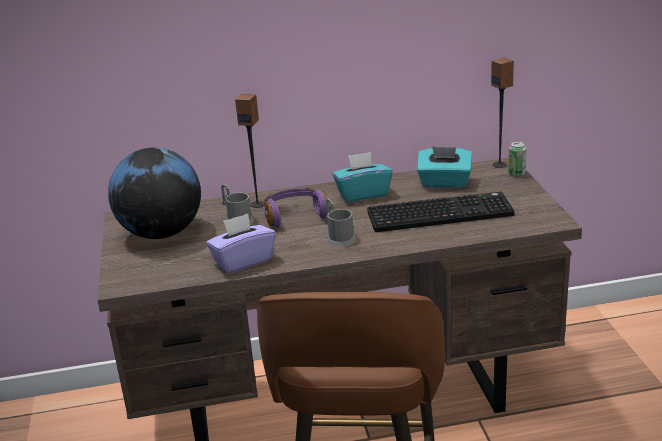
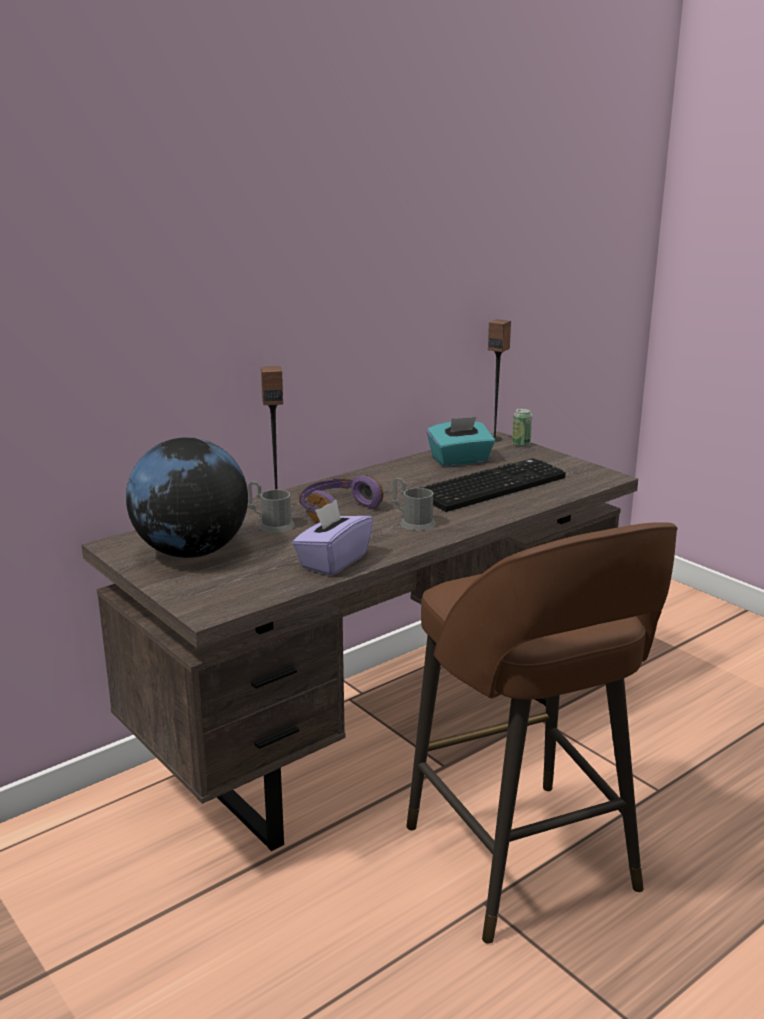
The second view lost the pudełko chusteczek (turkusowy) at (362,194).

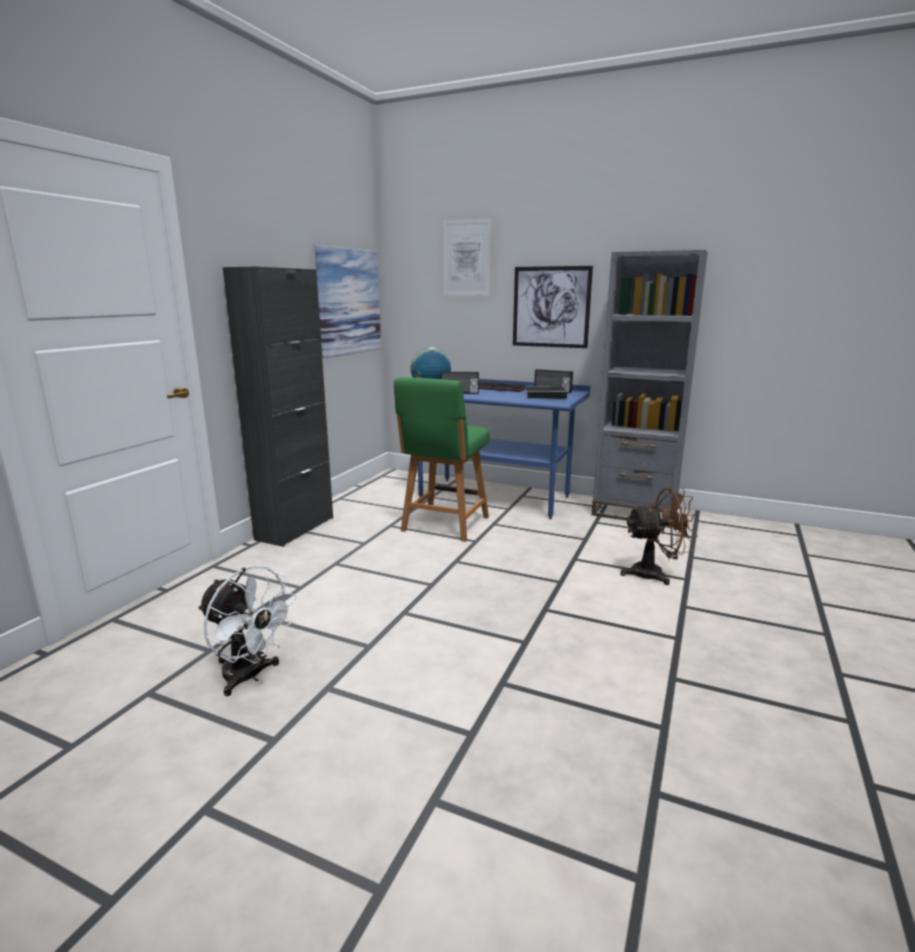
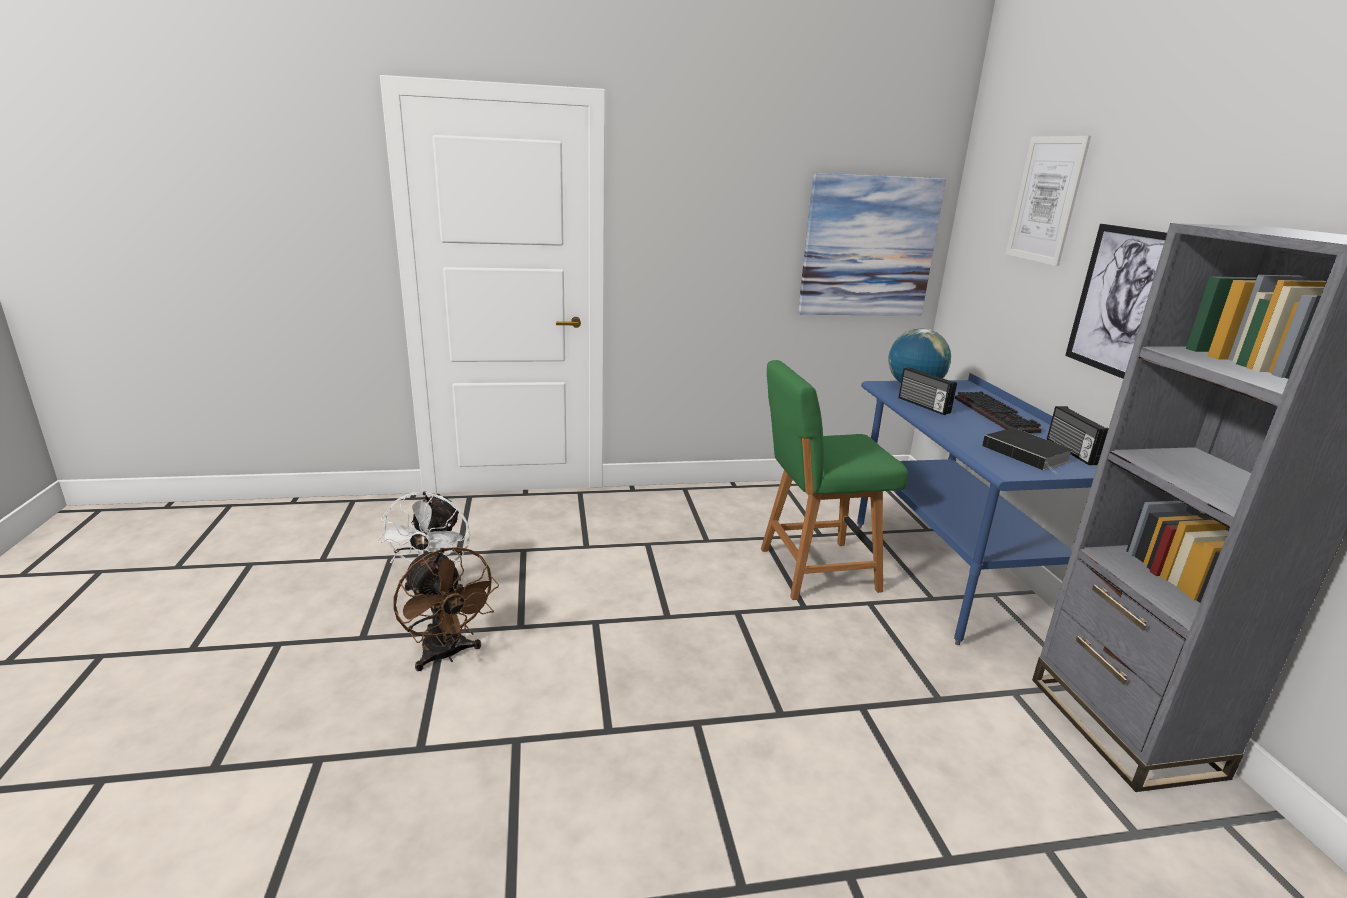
The second view lost the szafka (czarny) at (295,528).
The wentylator (brązowy) ended up elsewhere, having gone from (655,574) to (447,655).

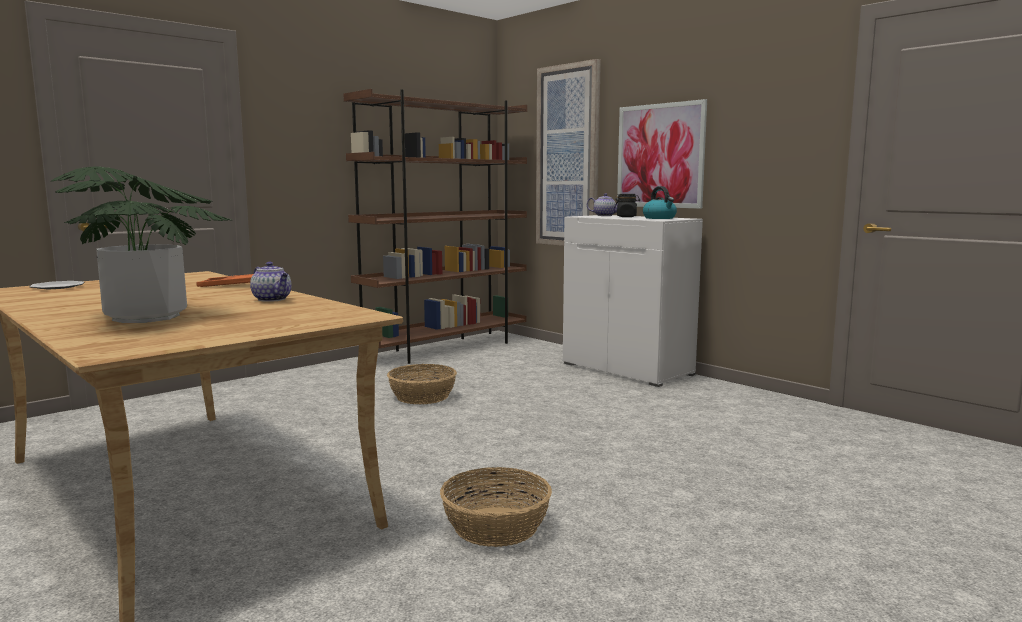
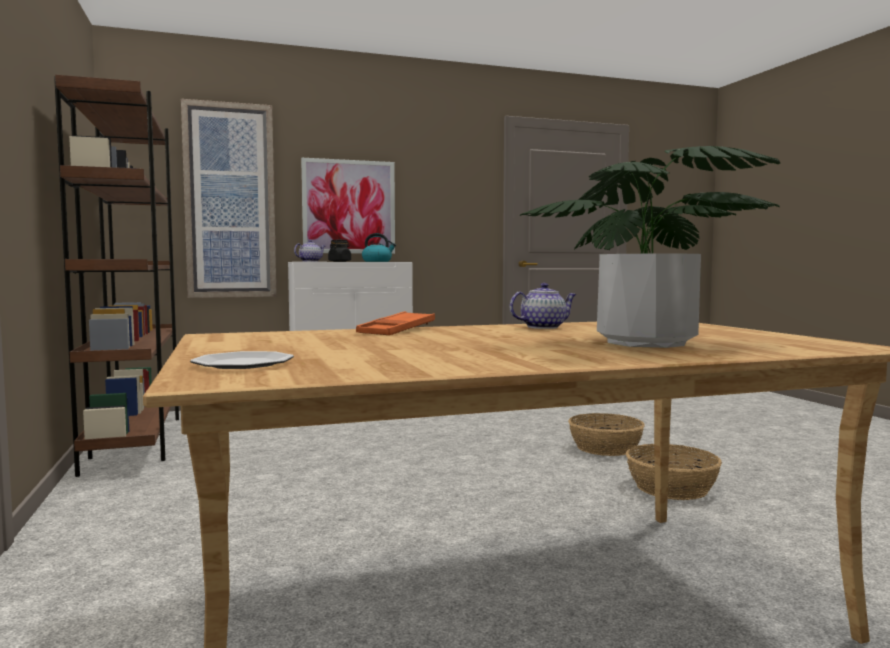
The koszyk ended up elsewhere, having gone from (422,396) to (604,448).

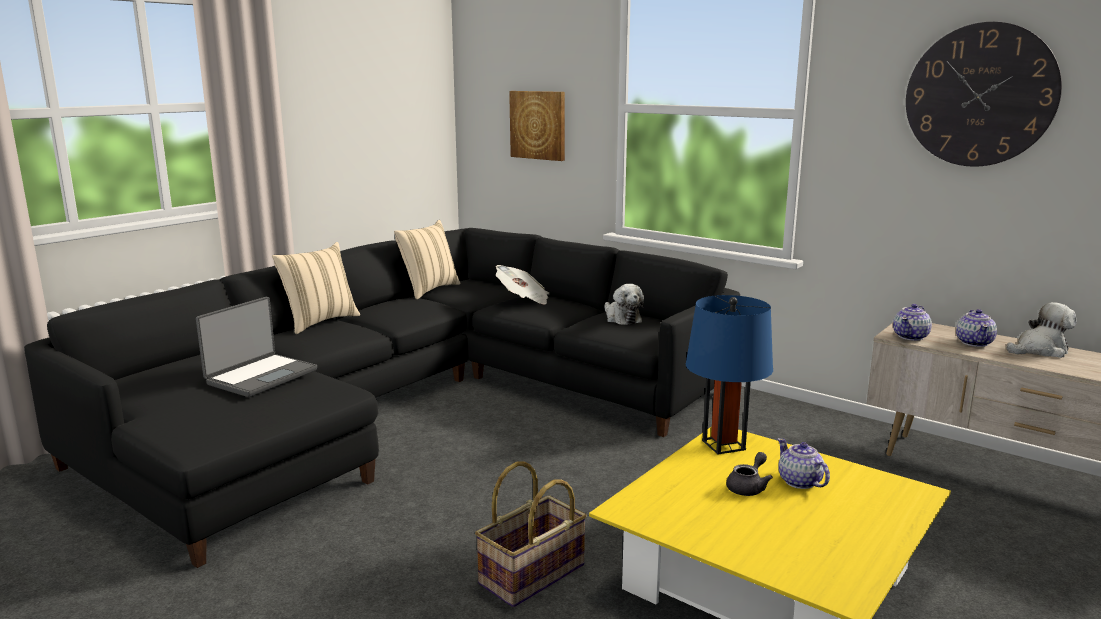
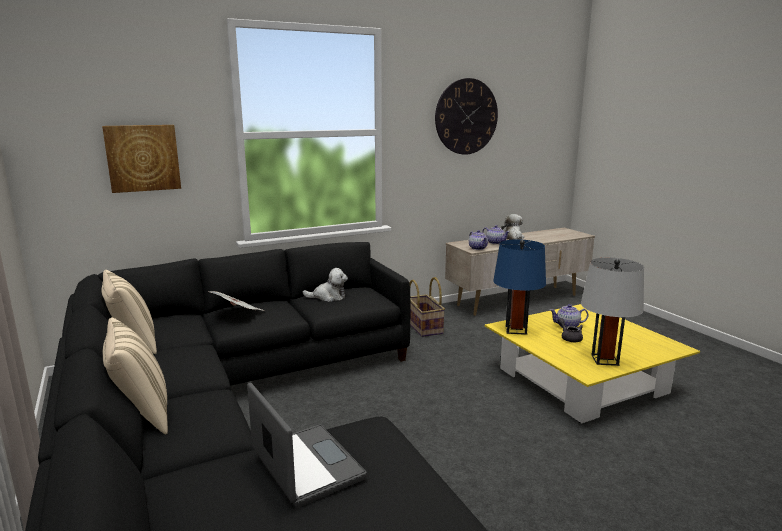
The second view gained the lampa stołowa (szary) at (604,360).
The koszyk ended up elsewhere, having gone from (533,576) to (424,327).

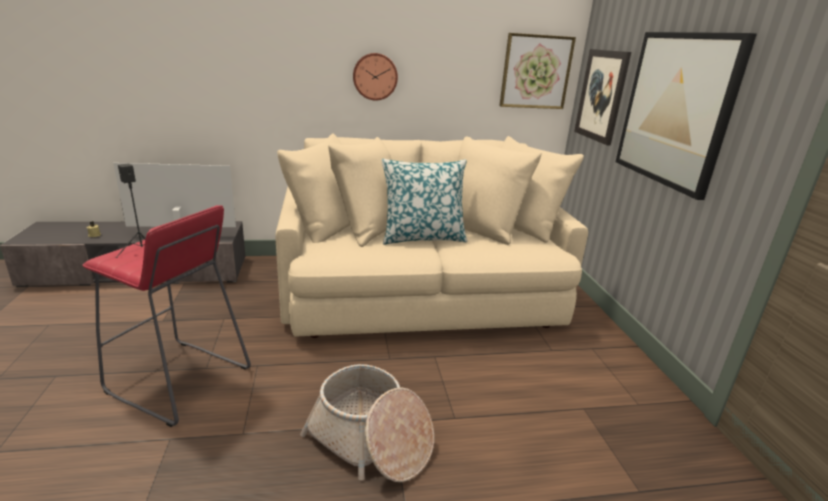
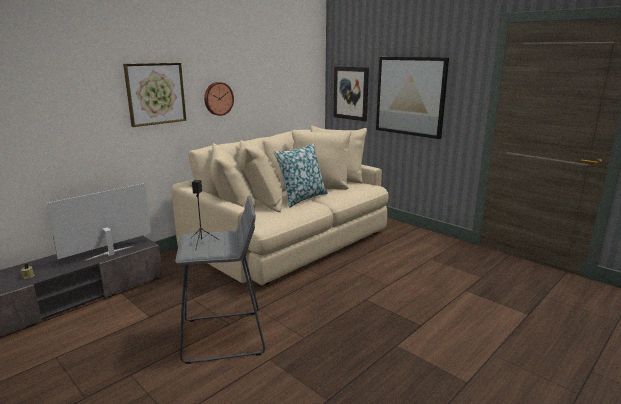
The second view lost the koszyk at (370,440).
The obraz ended up elsewhere, having gone from (536,72) to (155,94).
What was the stołek (czerwony) at (178,381) turned into the stołek (szary) at (224,336).

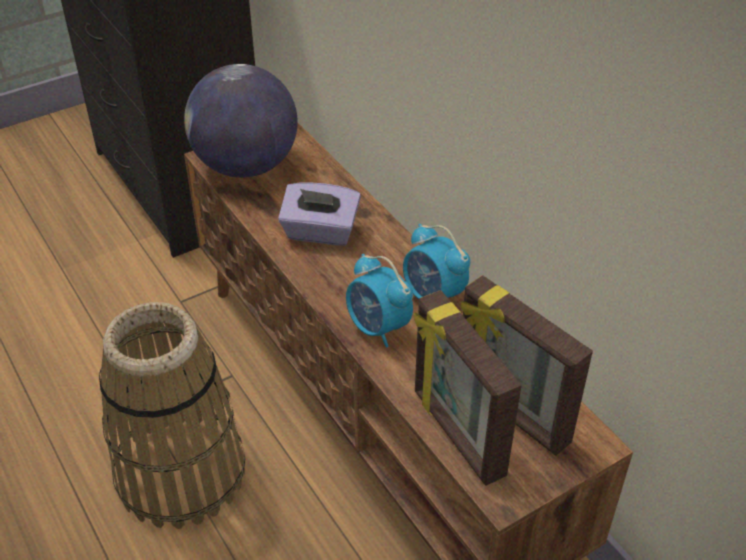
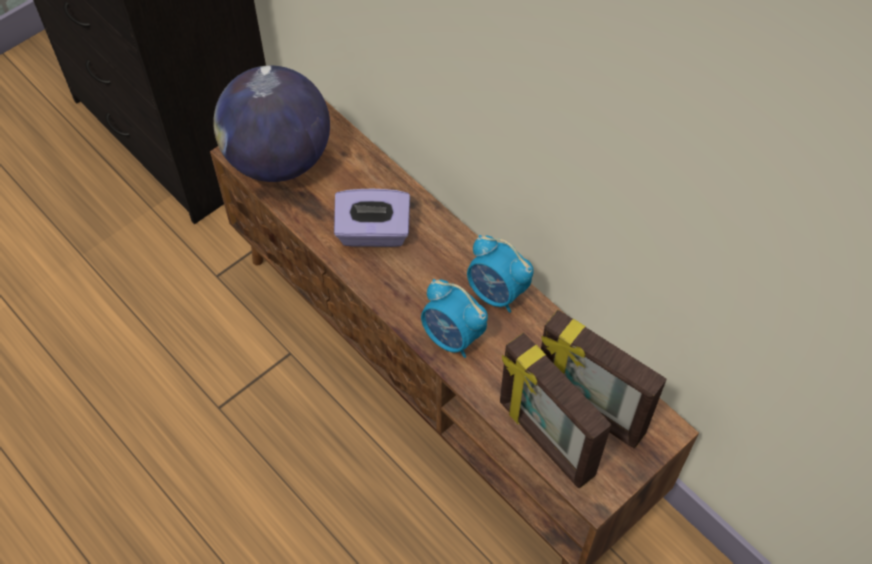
The second view lost the koszyk at (182,473).

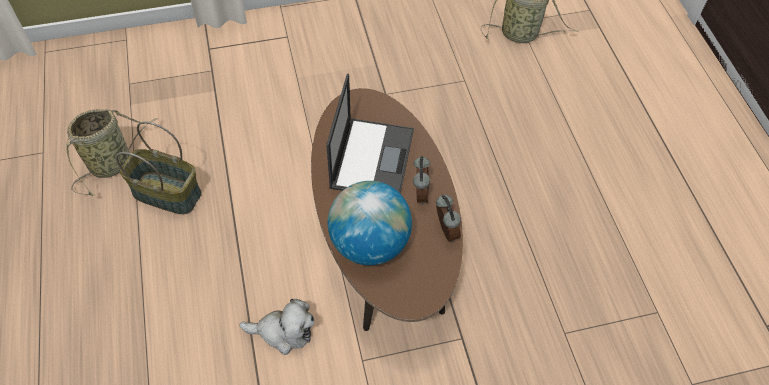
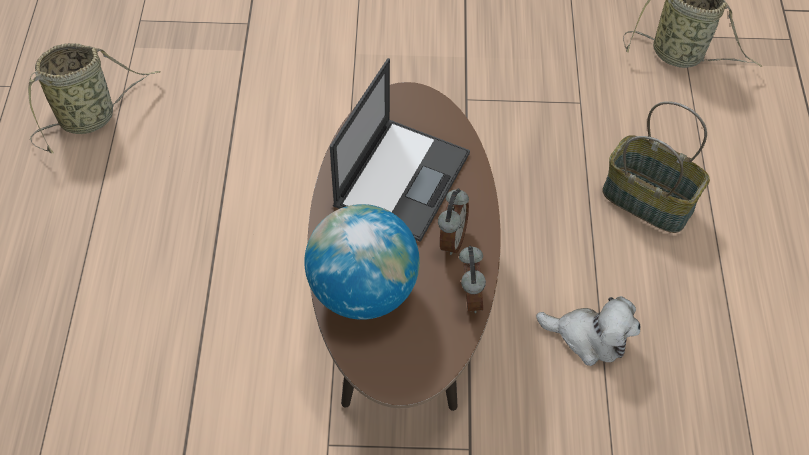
The koszyk ended up elsewhere, having gone from (168,193) to (649,200).
The pluszak ended up elsewhere, having gone from (283,332) to (589,337).

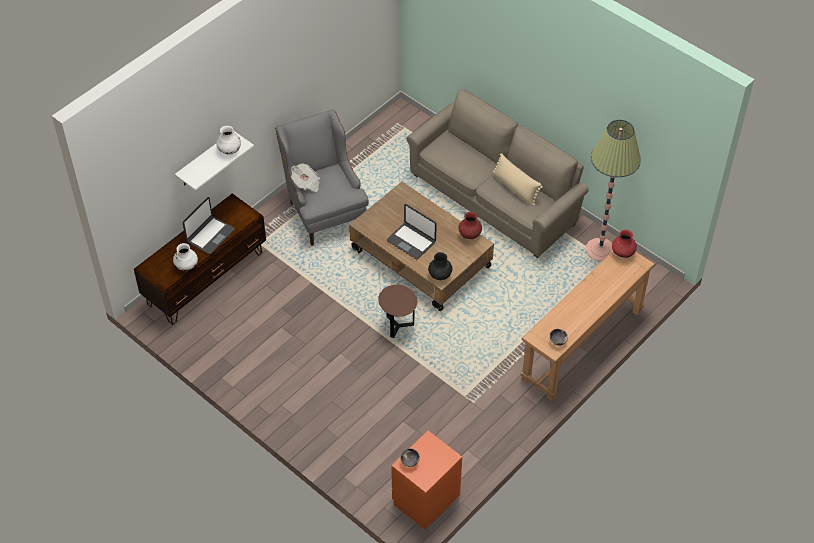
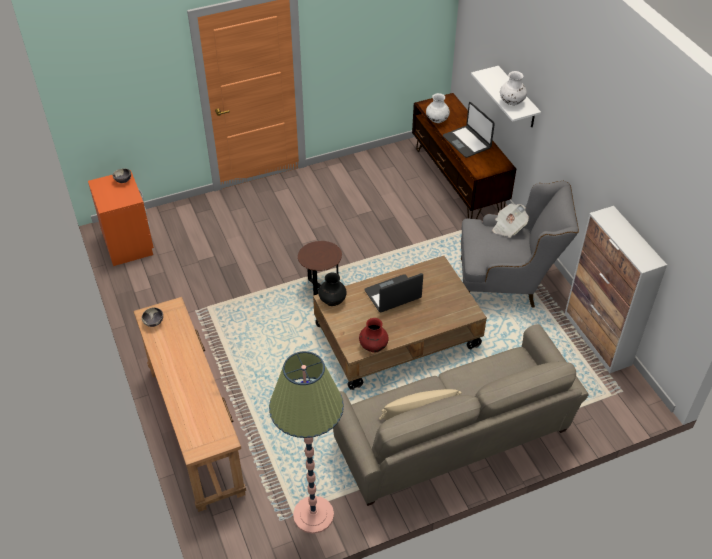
The second view lost the wazon (czerwony) at (623,253).
The second view gained the szafka at (597,339).

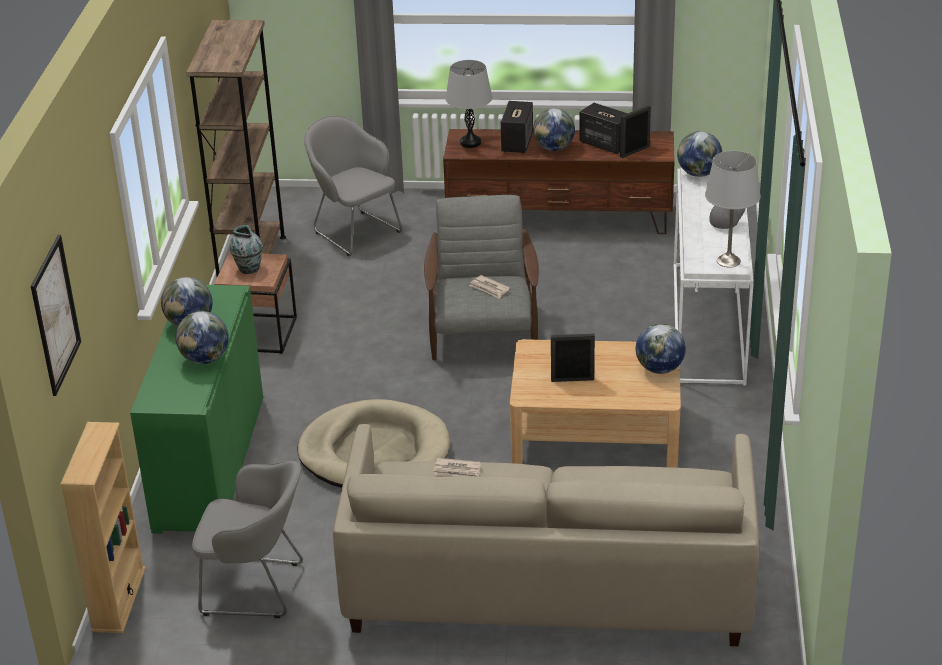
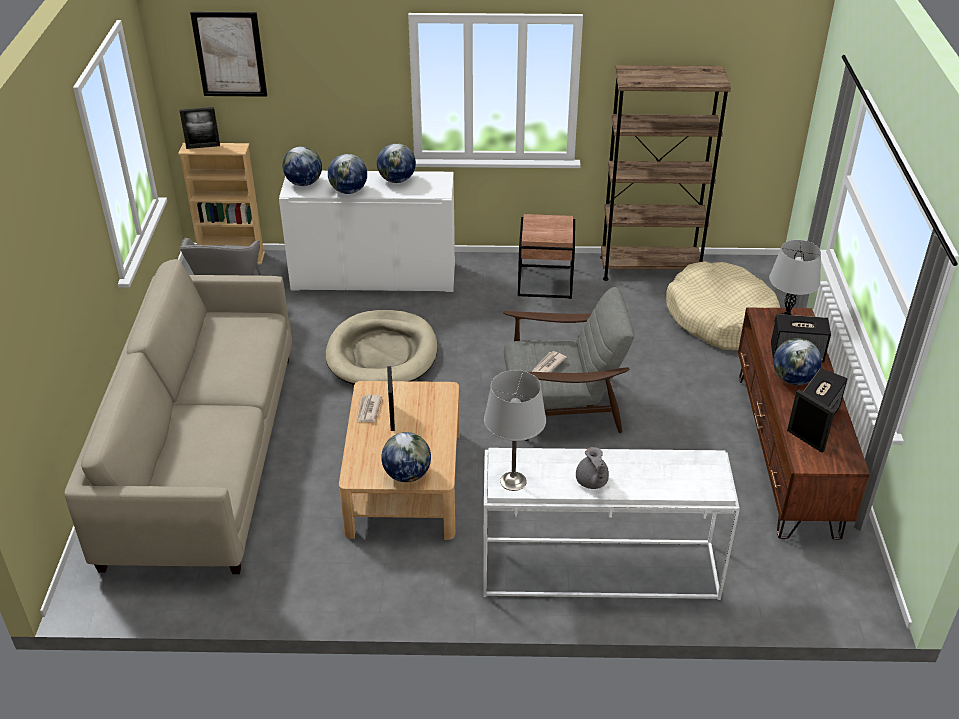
The second view lost the wazon at (248,268).
The second view gained the ramka na zdjęcie at (203,146).
The gazeta ended up elsewhere, having gone from (457,470) to (368,410).
The globus ended up elsewhere, having gone from (698,173) to (304,183).
Where the fotel (szary) stood at (354,231), the legowisko (beżowy) came to stand at (720,318).
What was the szafka (zielony) at (210,463) turned into the szafka (biały) at (374,277).

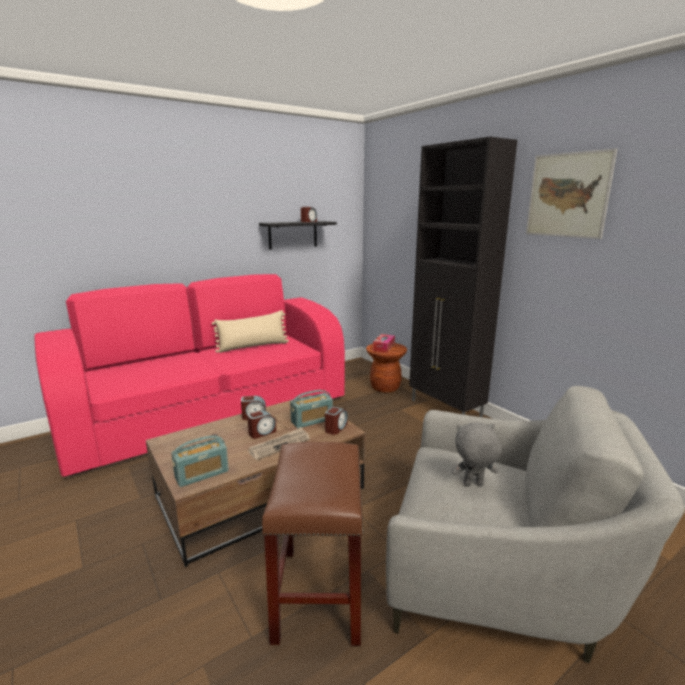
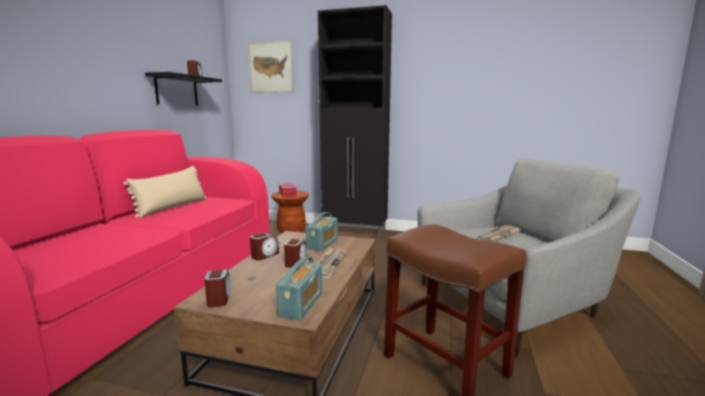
The budzik ended up elsewhere, having gone from (336,428) to (219,298).
The obraz ended up elsewhere, having gone from (567,195) to (270,67).
Where the pluszak (szary) stood at (473,484), the gazeta came to stand at (500,235).

